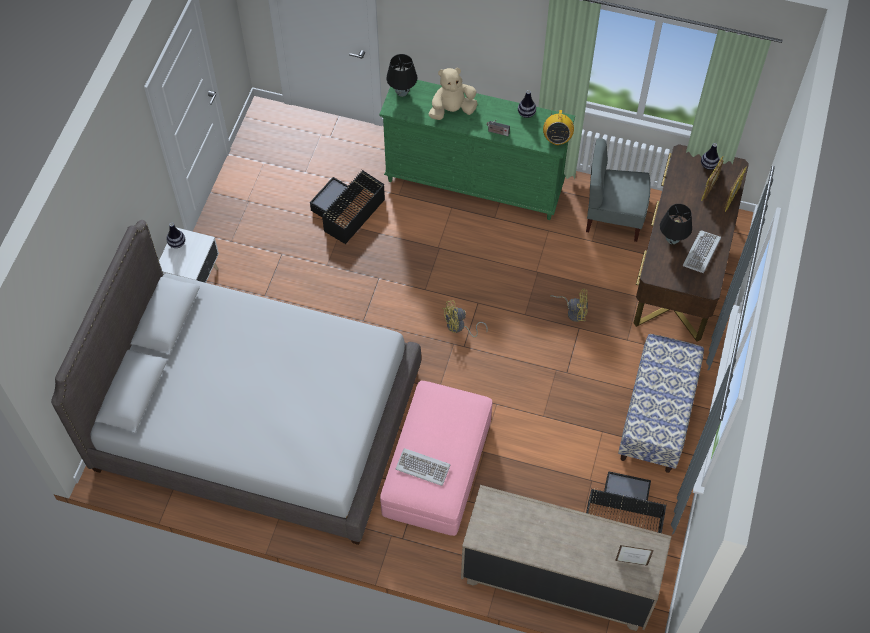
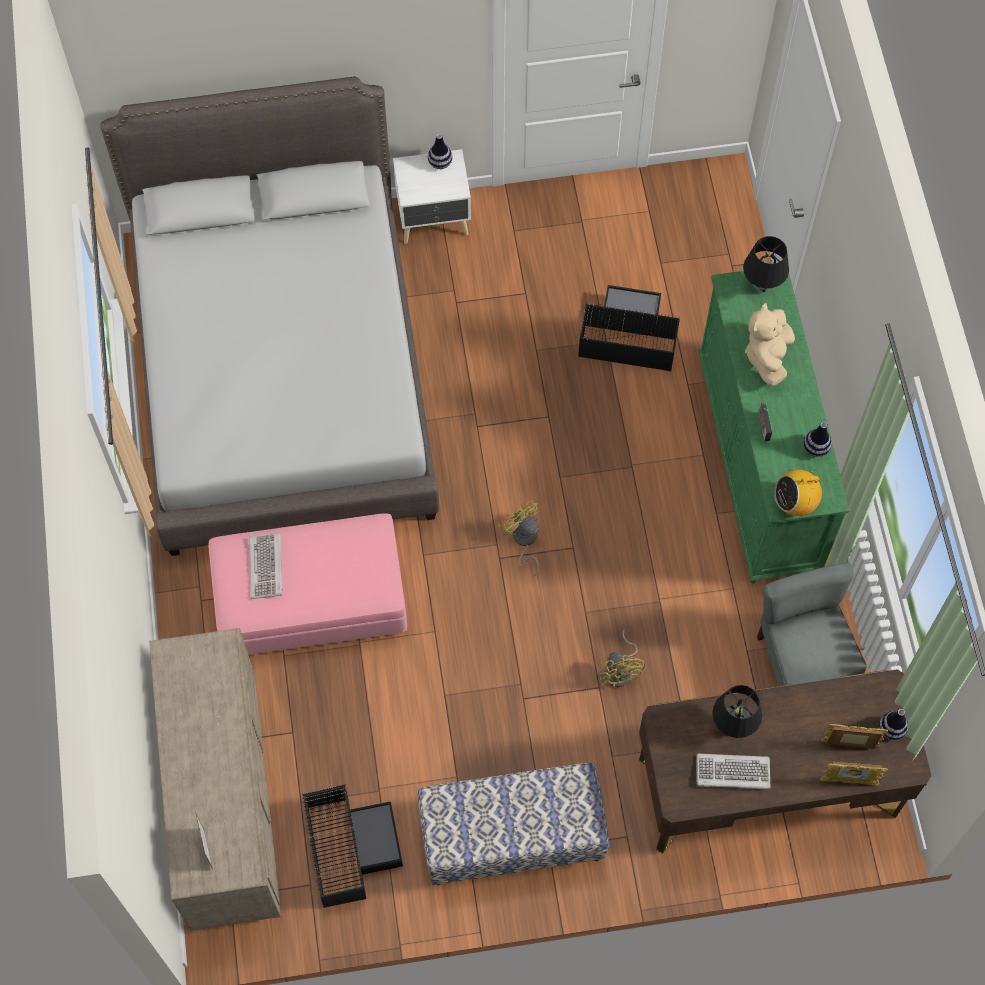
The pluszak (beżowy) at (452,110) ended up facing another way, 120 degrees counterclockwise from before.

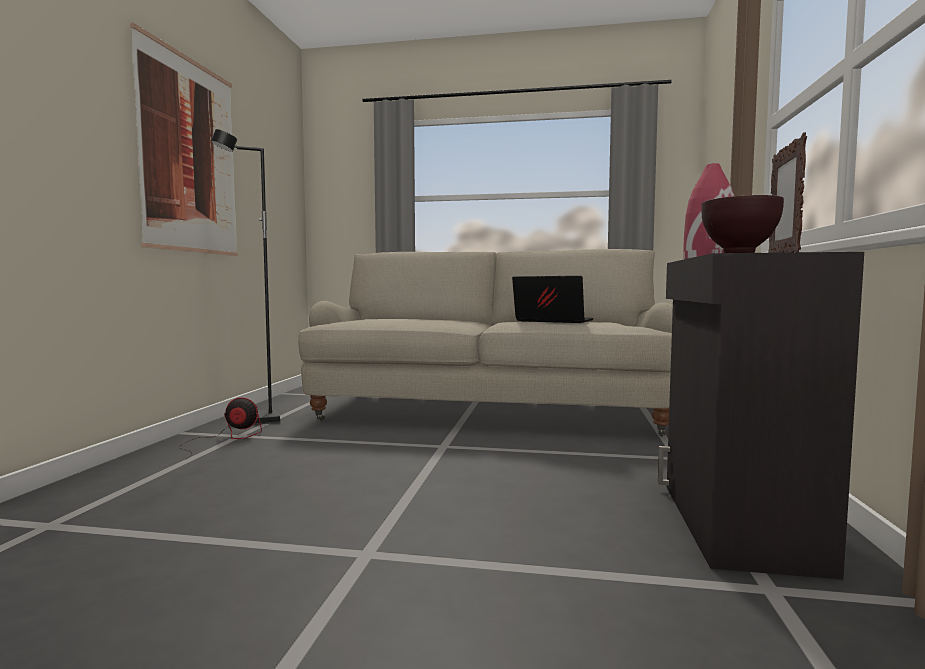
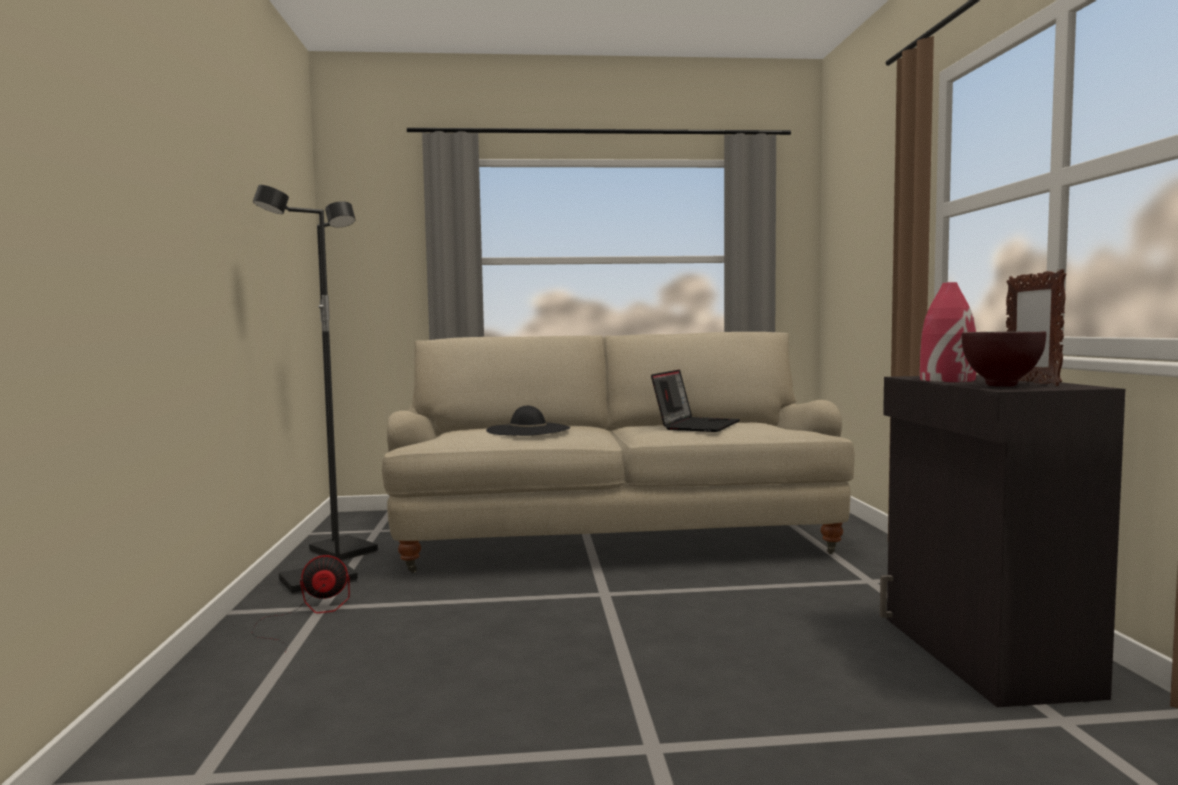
The second view lost the obraz at (190,155).
The second view gained the lampa stojąca (czarny) at (345,551).
The second view gained the kapelusz (czarny) at (528,430).
The laptop at (552,321) ended up facing another way, 105 degrees clockwise from before.

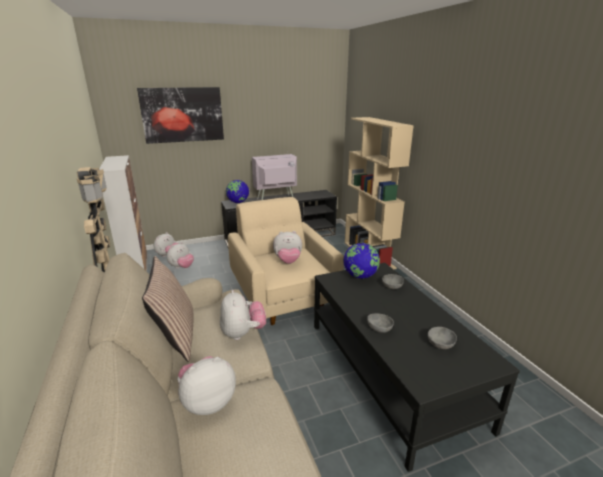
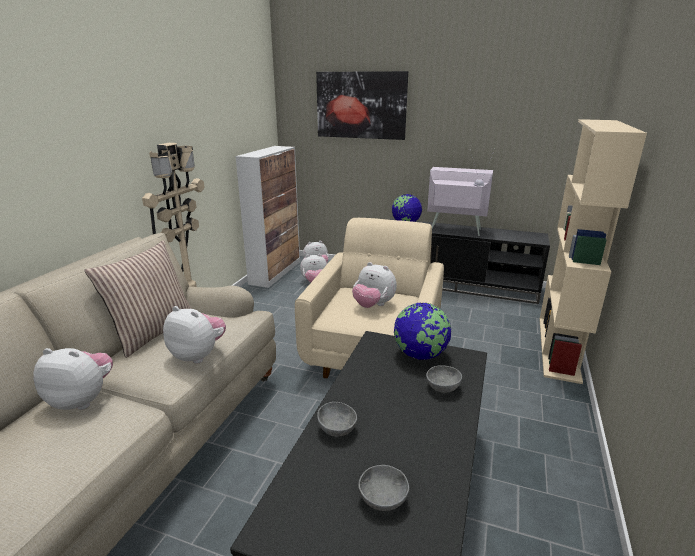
The pluszak at (243,333) ended up facing another way, 90 degrees counterclockwise from before.

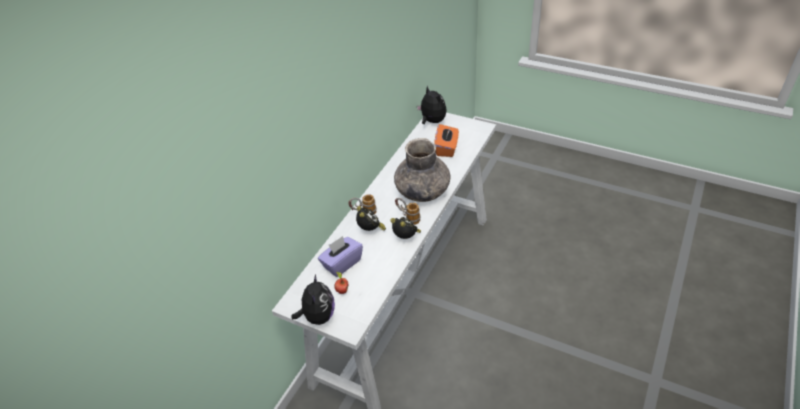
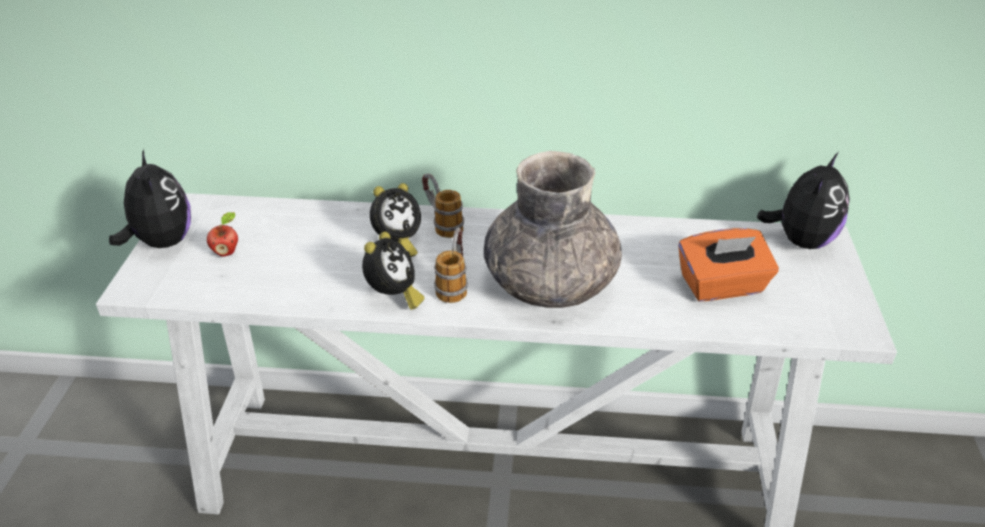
The second view lost the pudełko chusteczek (fioletowy) at (342,263).
The pluszak at (318,316) ended up facing another way, 90 degrees counterclockwise from before.

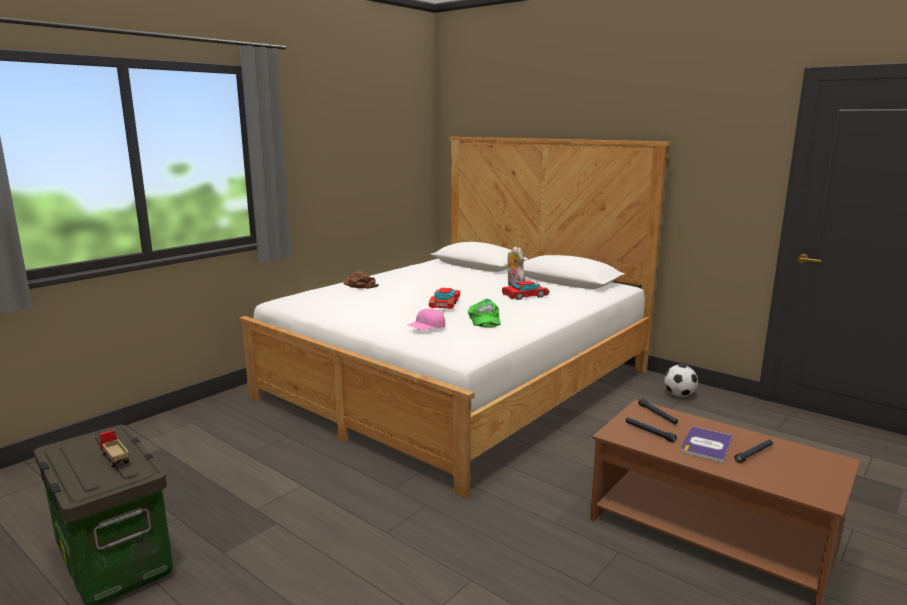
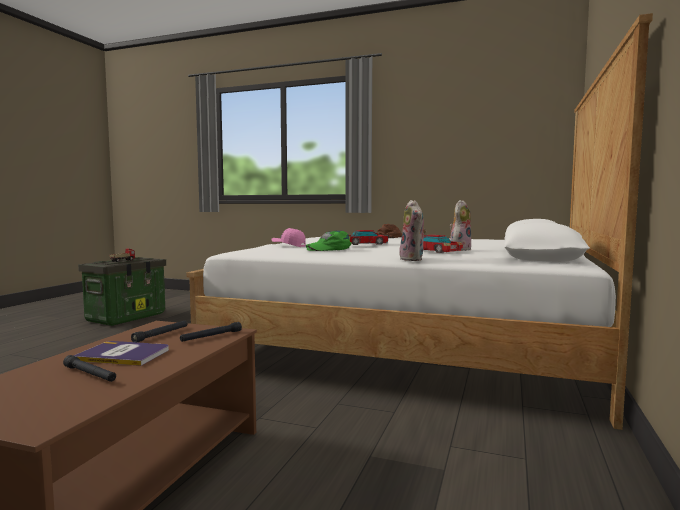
The second view lost the piłka futbolowa at (679,395).
The second view gained the pluszak at (413,259).

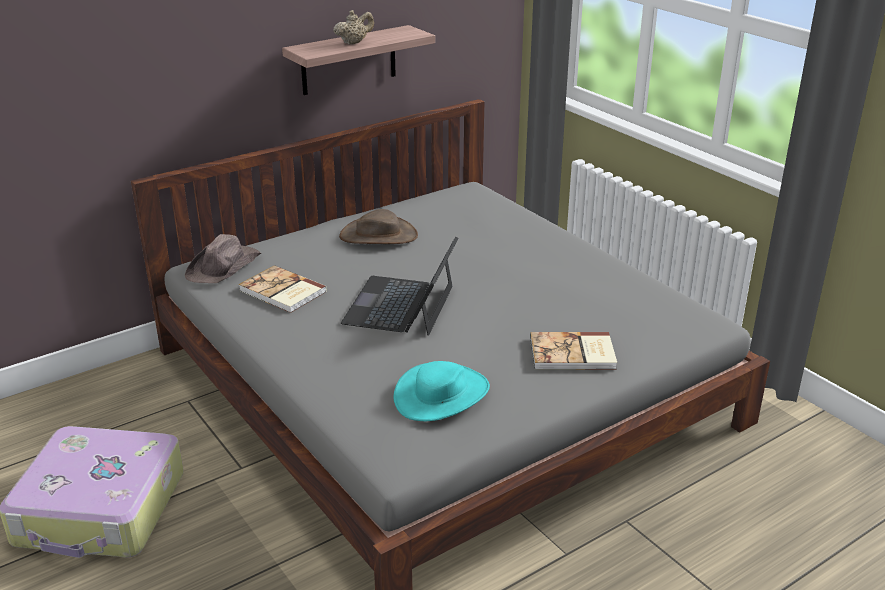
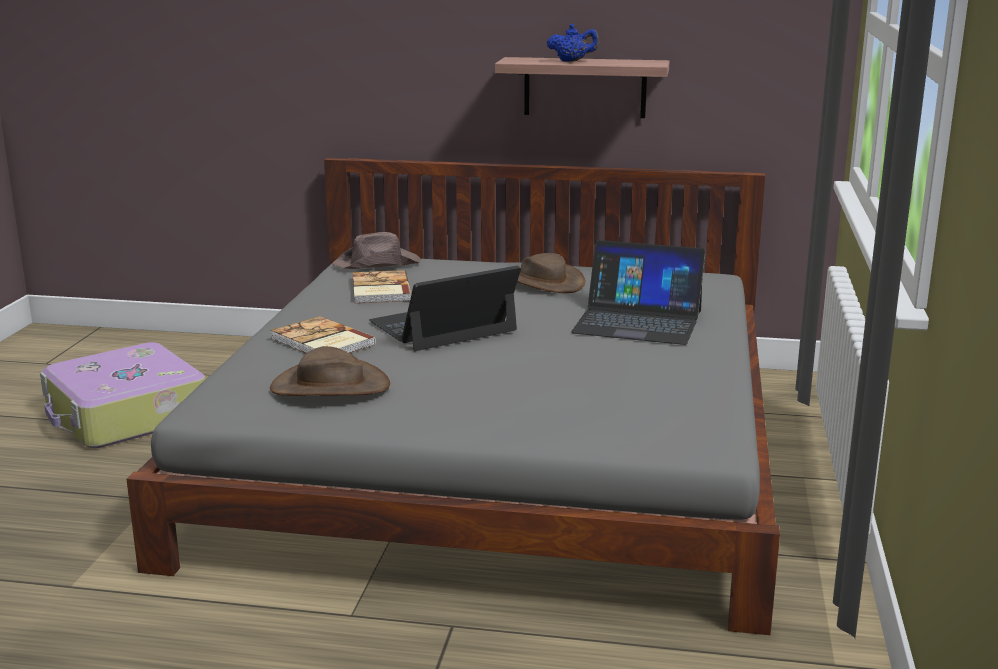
The second view gained the laptop at (638,321).
The książka ended up elsewhere, having gone from (573,354) to (321,342).
What was the imbryk (beżowy) at (354,43) turned into the imbryk (niebieski) at (572,61).
What was the kapelusz (turkusowy) at (442,394) turned into the kapelusz (brązowy) at (330,386).

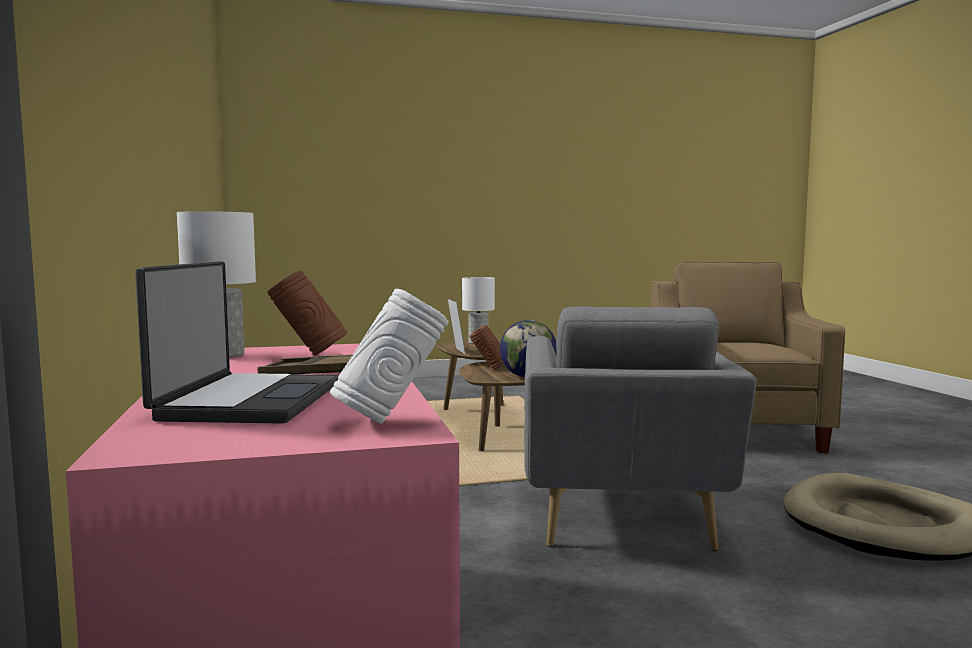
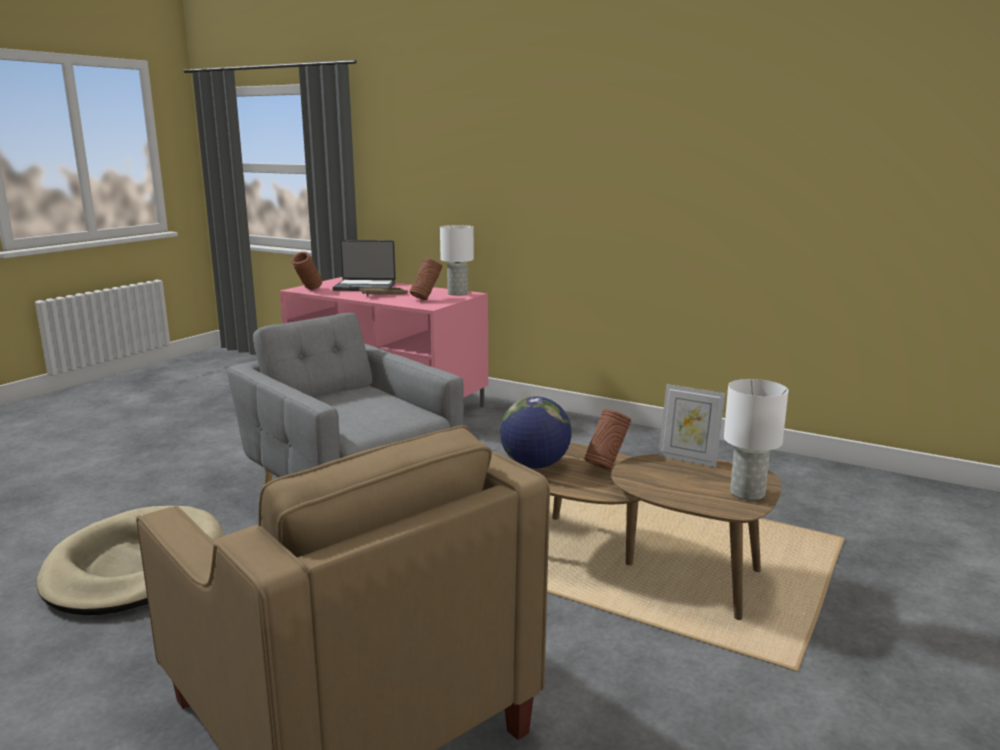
What was the wazon (biały) at (390,421) turned into the wazon (brązowy) at (308,290).
The laptop at (248,401) ended up facing another way, 45 degrees counterclockwise from before.

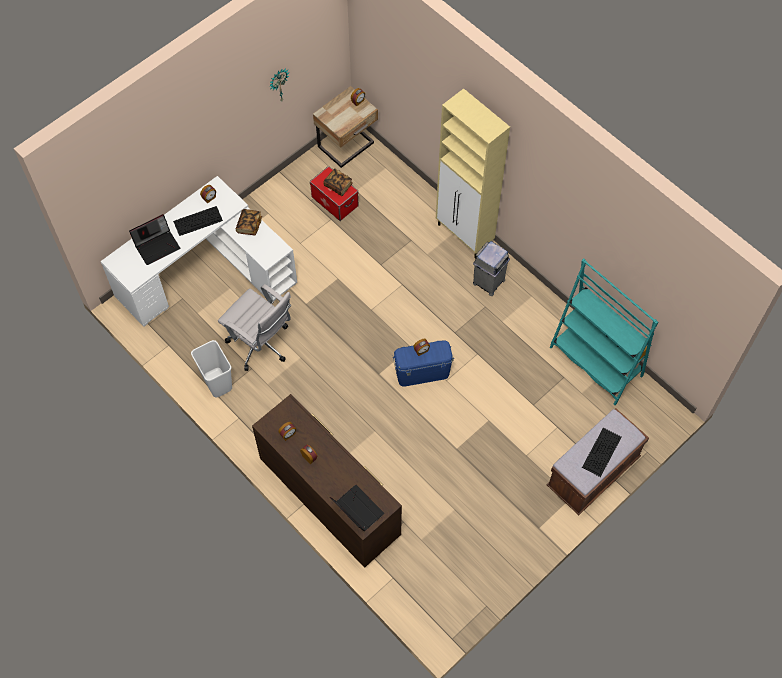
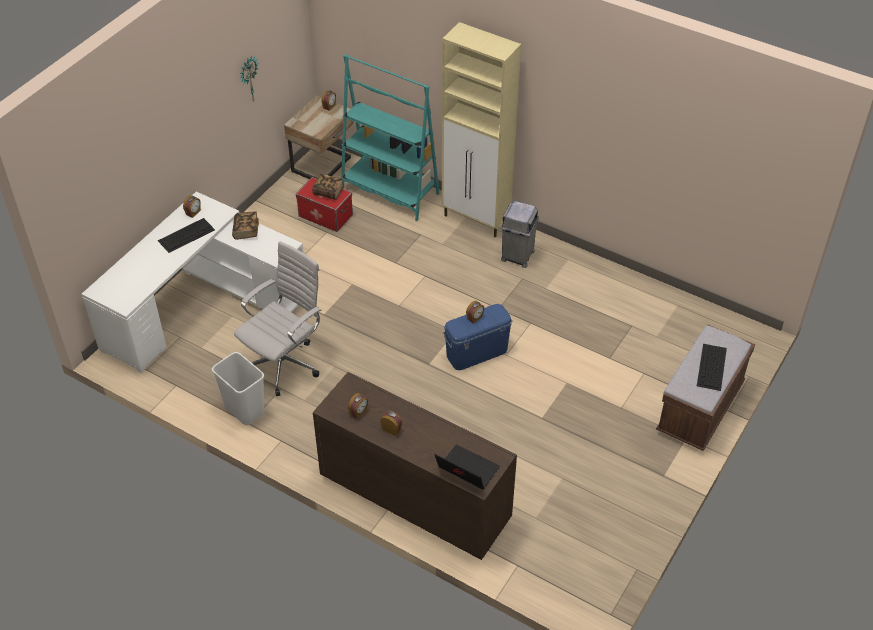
The second view lost the laptop at (157,245).
The regał (turkusowy) ended up elsewhere, having gone from (596,362) to (390,191).
The krzesło biurowe (biały) at (261,345) ended up facing another way, 75 degrees counterclockwise from before.

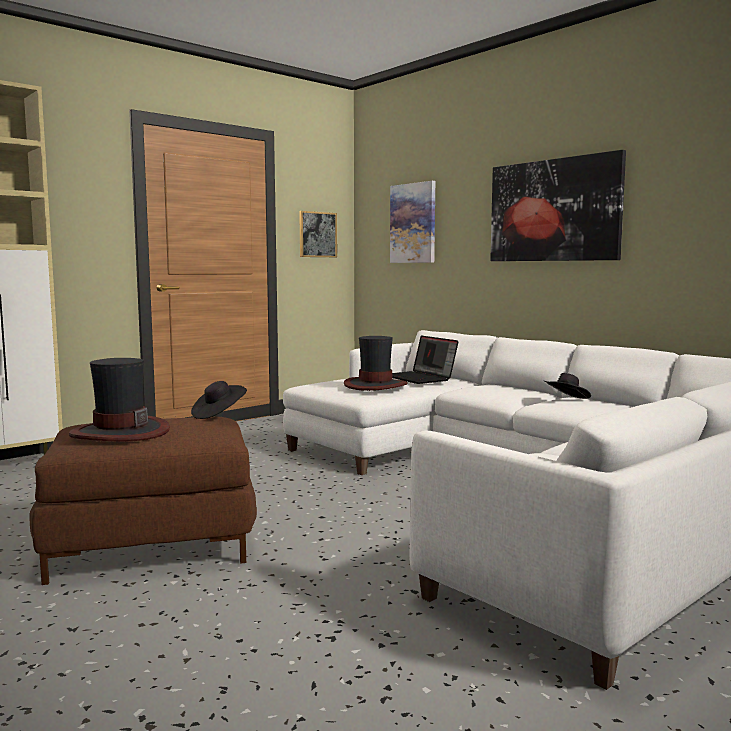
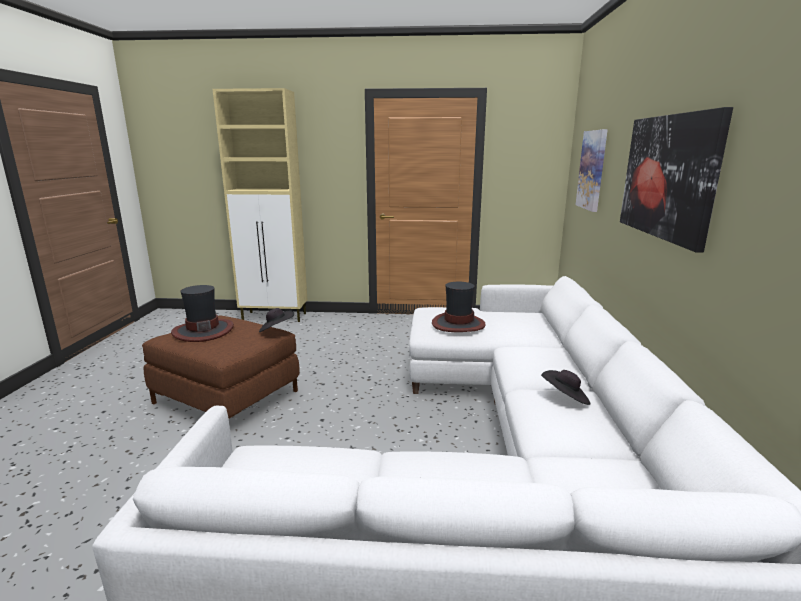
The second view lost the obraz at (317,234).
The second view lost the laptop at (421,378).

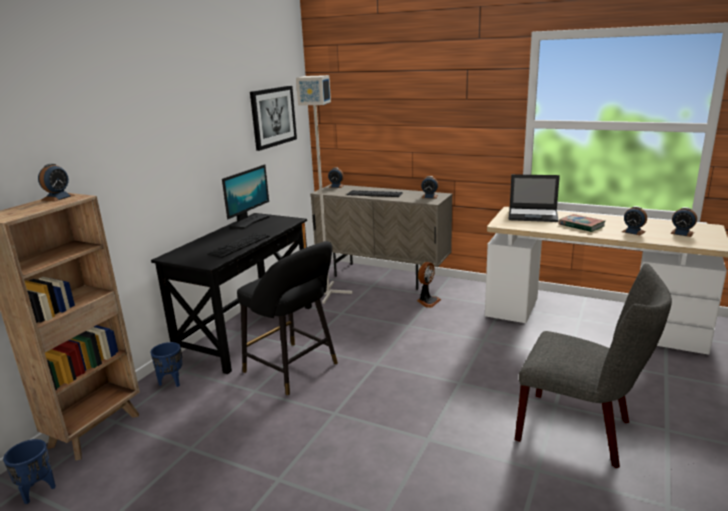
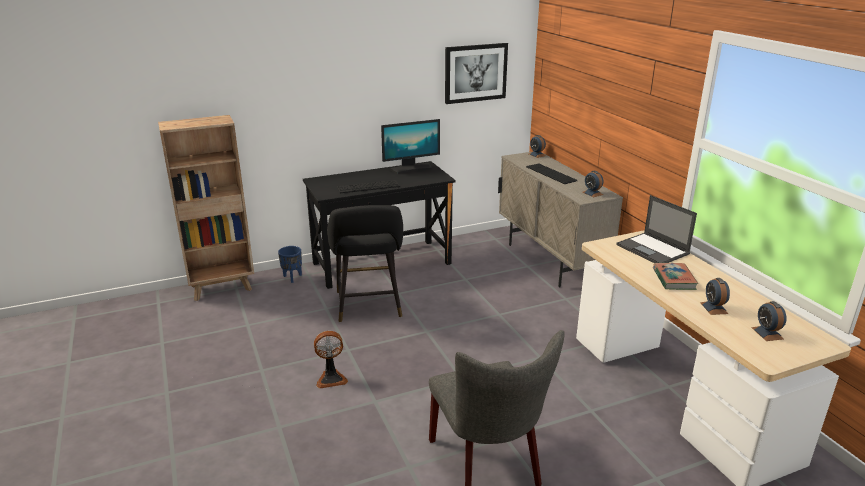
The second view lost the donica (niebieski) at (37,491).
The second view lost the budzik at (58,197).
The second view lost the lampa stojąca (szary) at (327,293).
The wentylator ended up elsewhere, having gone from (427,301) to (331,378).

